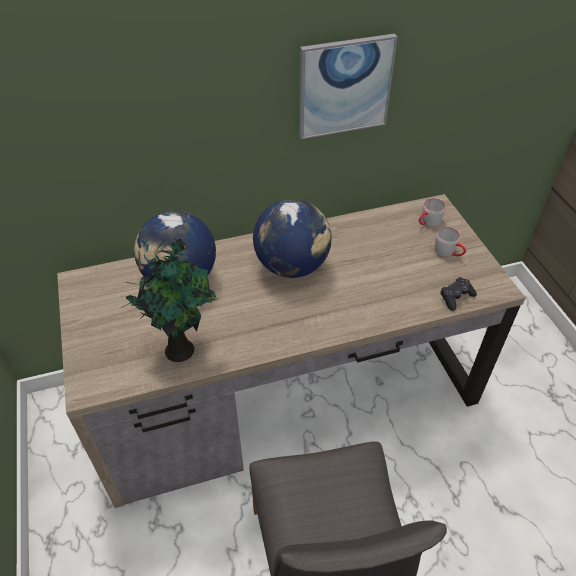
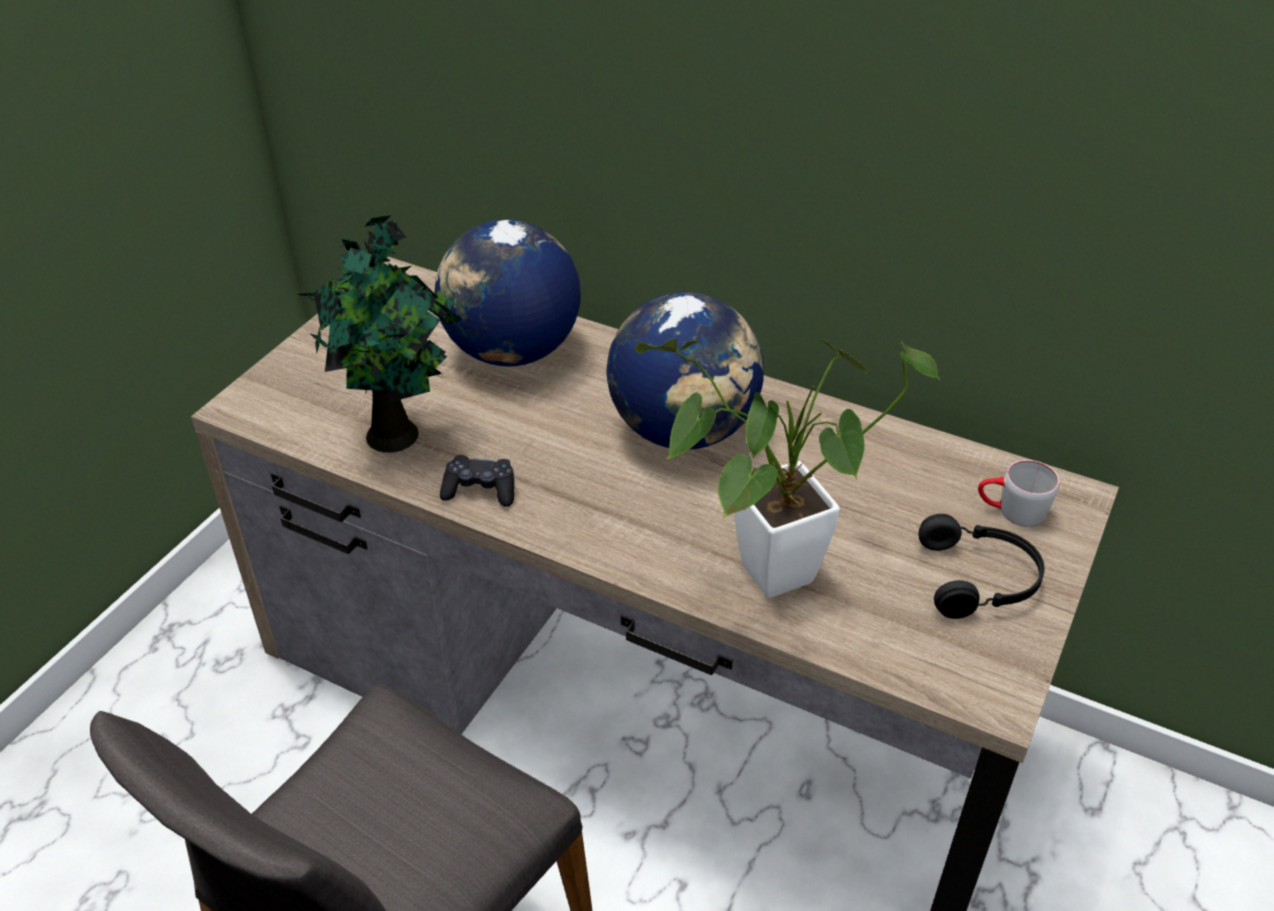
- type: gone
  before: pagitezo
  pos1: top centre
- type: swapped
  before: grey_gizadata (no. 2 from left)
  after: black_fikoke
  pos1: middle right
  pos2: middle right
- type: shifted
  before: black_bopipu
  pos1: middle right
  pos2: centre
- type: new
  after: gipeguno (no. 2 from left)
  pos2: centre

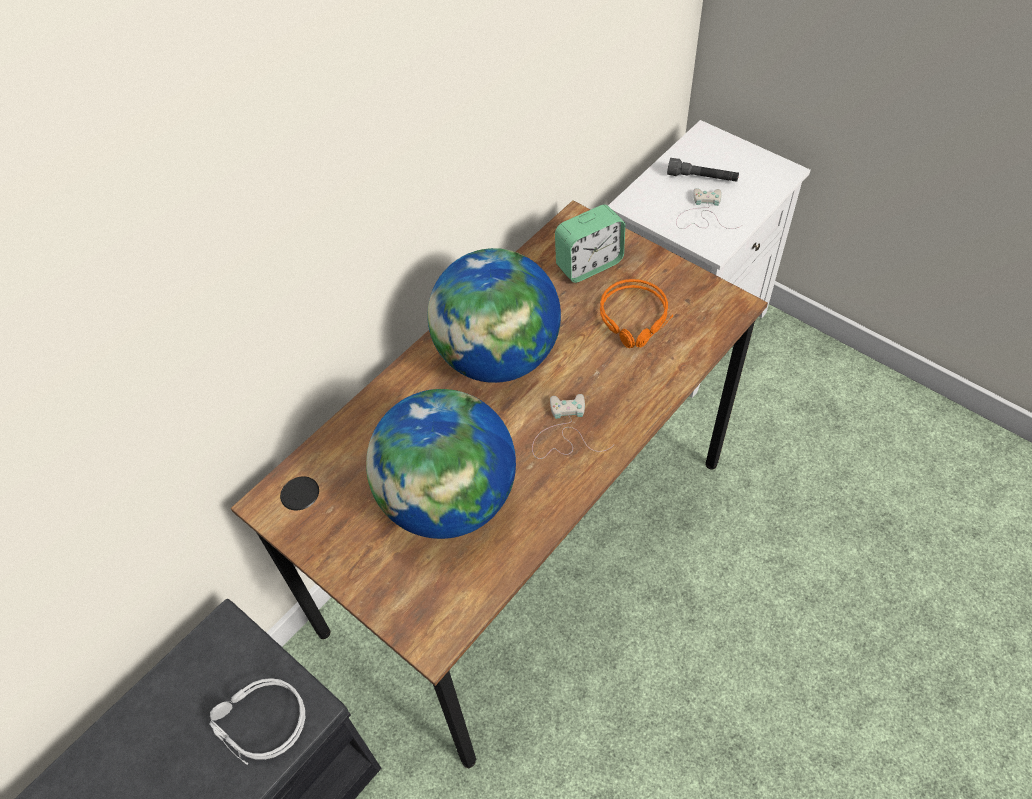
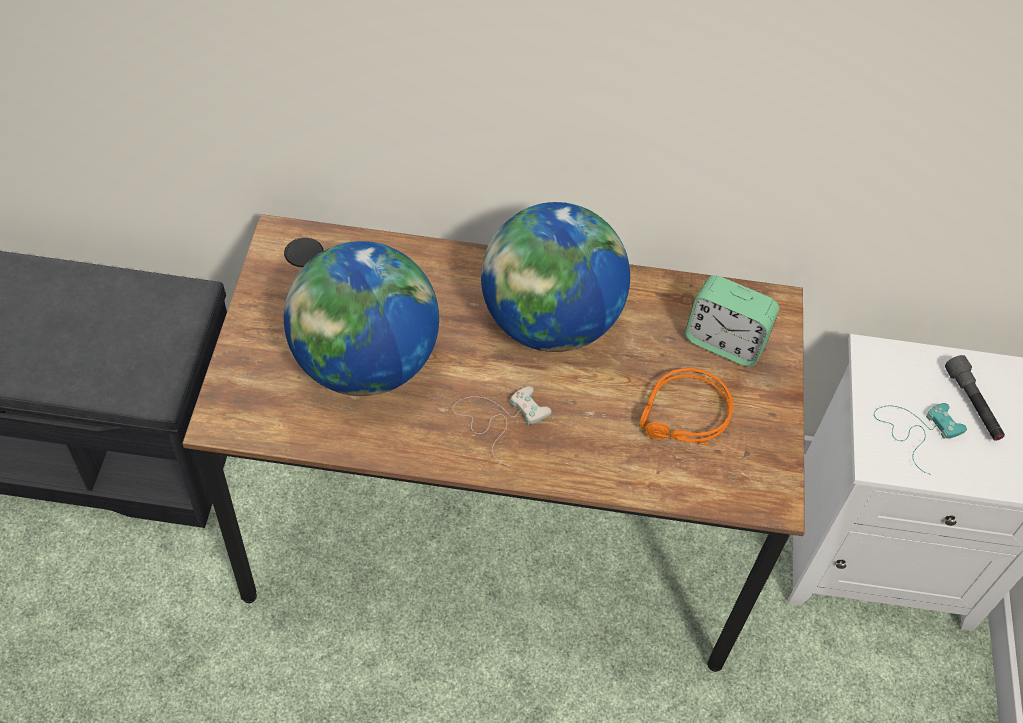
- type: gone
  before: grey_fikoke
  pos1: bottom left
- type: repainted
  before: white_bopipu (no. 2 from left)
  after: turquoise_bopipu
  pos1: top right
  pos2: middle right

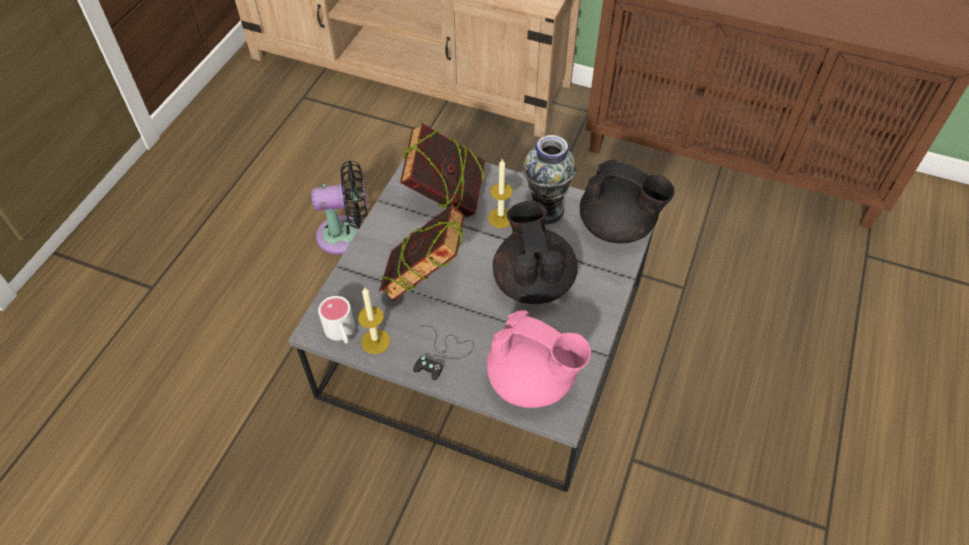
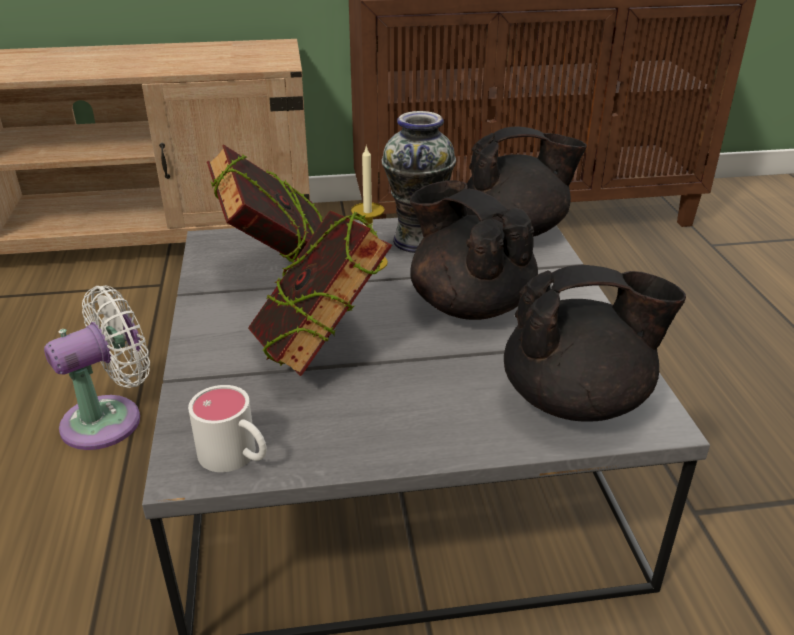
- type: repainted
  before: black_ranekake
  after: white_ranekake
  pos1: centre
  pos2: middle left
- type: gone
  before: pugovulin (no. 1 from left)
  pos1: centre
- type: gone
  before: black_bopipu
  pos1: centre
- type: repainted
  before: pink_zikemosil
  after: black_zikemosil (no. 3 from left)
  pos1: centre
  pos2: middle right

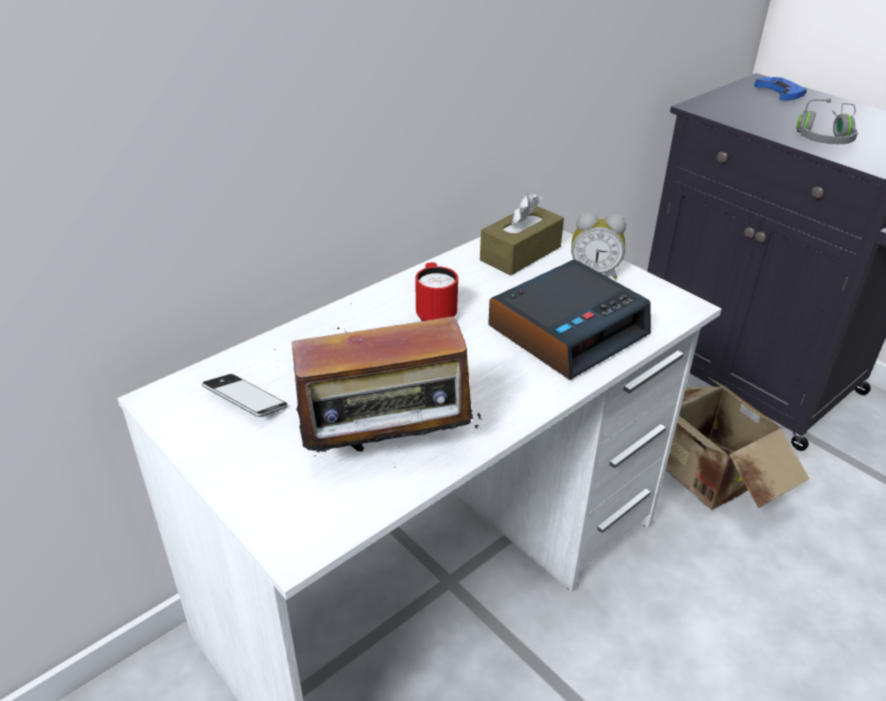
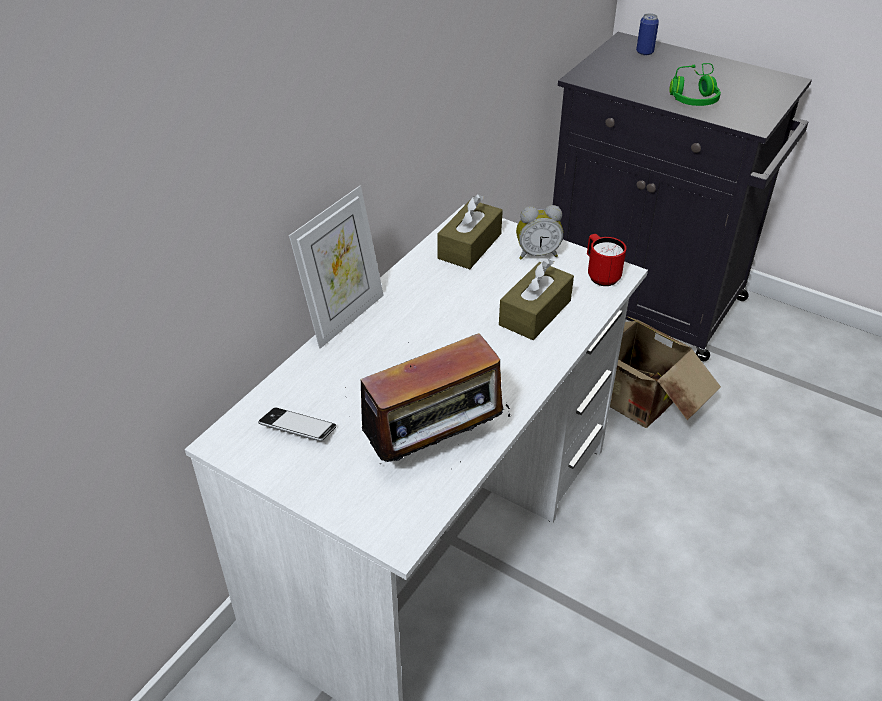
- type: shifted
  before: red_gizadata
  pos1: centre
  pos2: middle right
- type: swapped
  before: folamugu (no. 1 from left)
  after: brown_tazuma (no. 2 from left)
  pos1: centre
  pos2: centre
- type: swapped
  before: blue_bopipu
  after: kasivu
  pos1: top right
  pos2: top right
- type: repainted
  before: grey_fikoke
  after: green_fikoke
  pos1: top right
  pos2: top right
- type: new
  after: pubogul
  pos2: centre

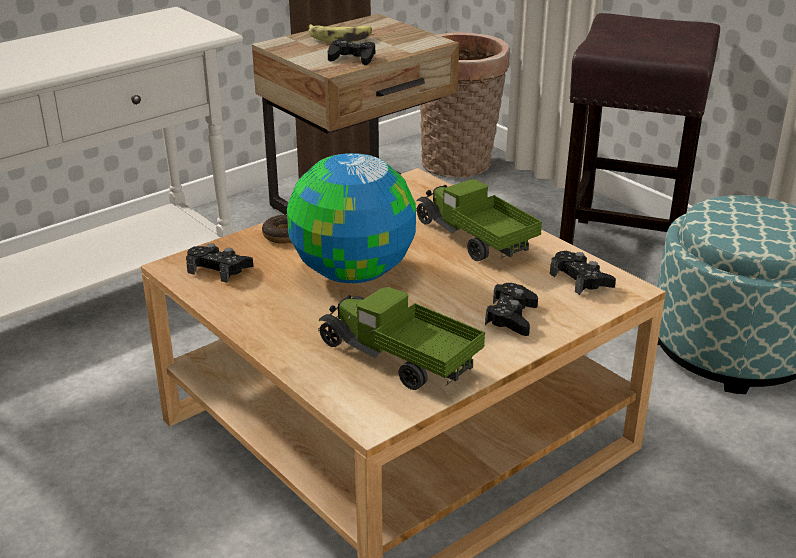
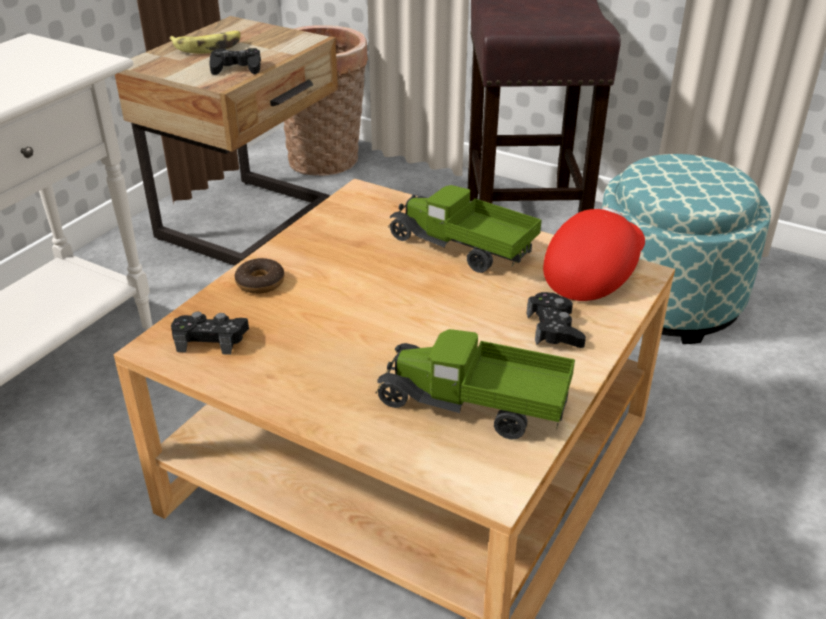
- type: gone
  before: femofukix
  pos1: centre
- type: swapped
  before: black_bopipu (no. 4 from left)
  after: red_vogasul
  pos1: middle right
  pos2: middle right

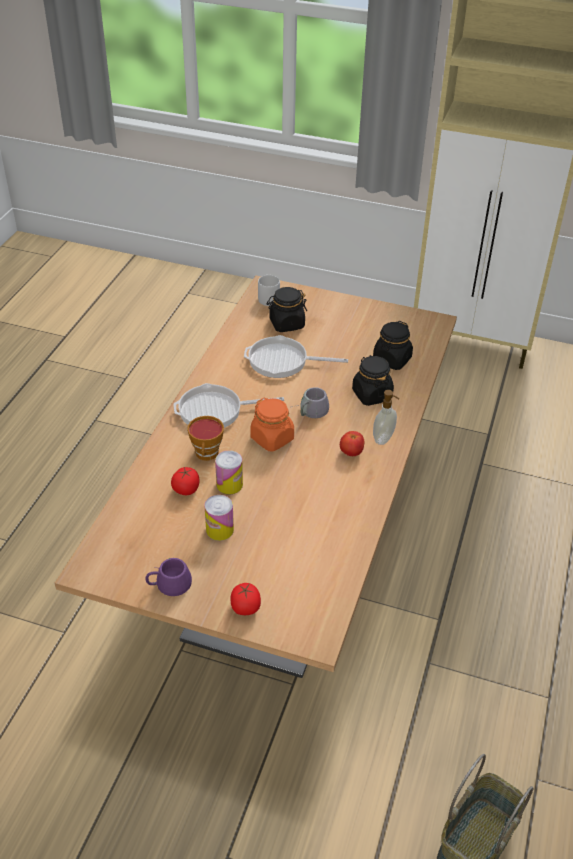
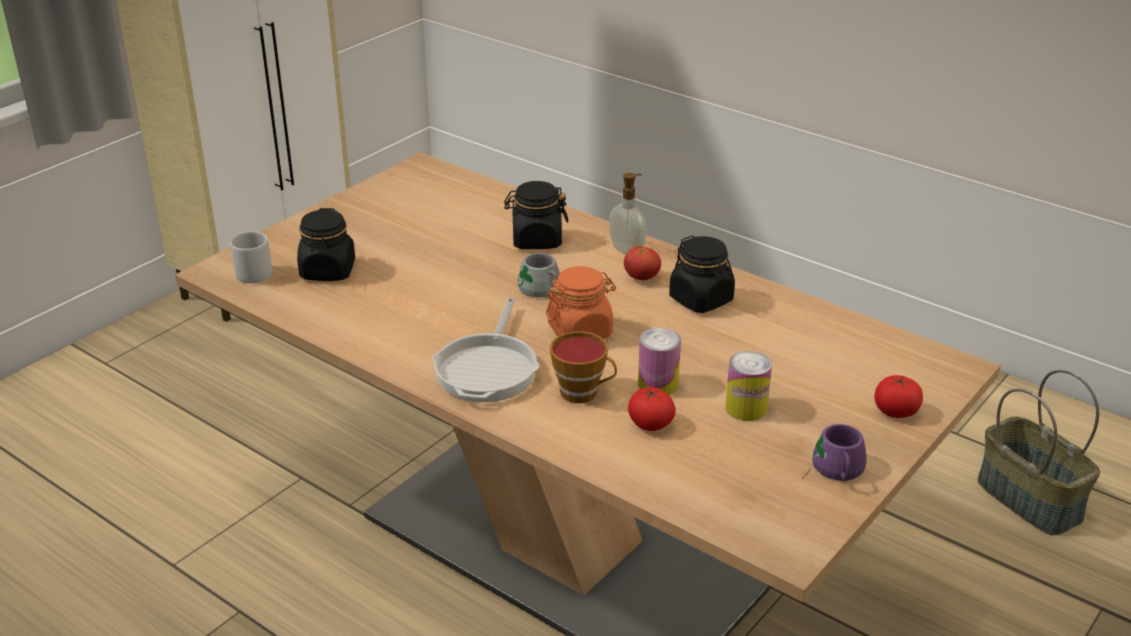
- type: gone
  before: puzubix (no. 2 from left)
  pos1: centre
- type: shifted
  before: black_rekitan (no. 3 from left)
  pos1: middle right
  pos2: centre

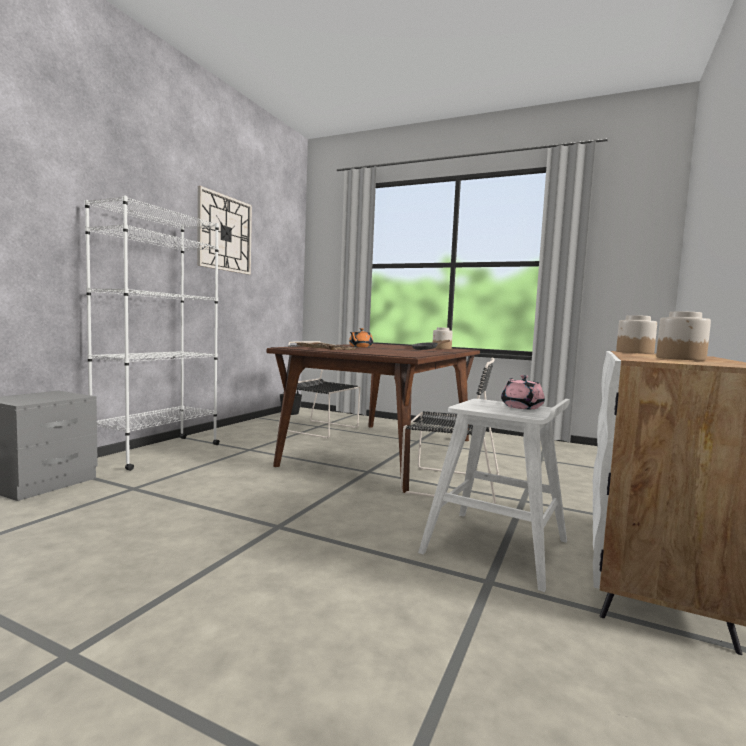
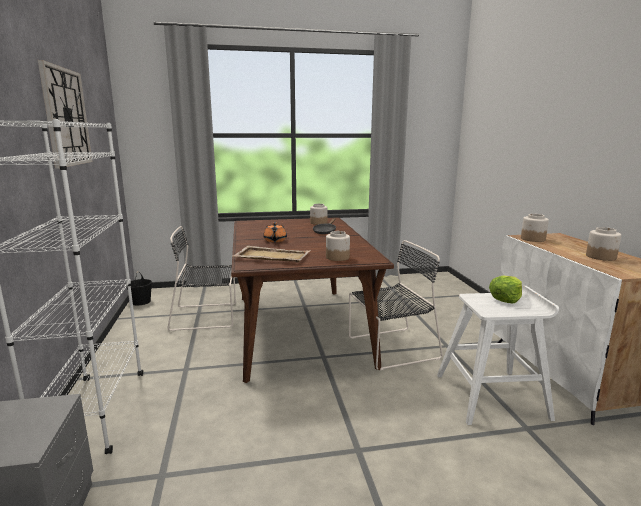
- type: swapped
  before: pink_zikemosil
  after: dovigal
  pos1: middle right
  pos2: middle right
- type: new
  after: rekitan (no. 2 from left)
  pos2: centre

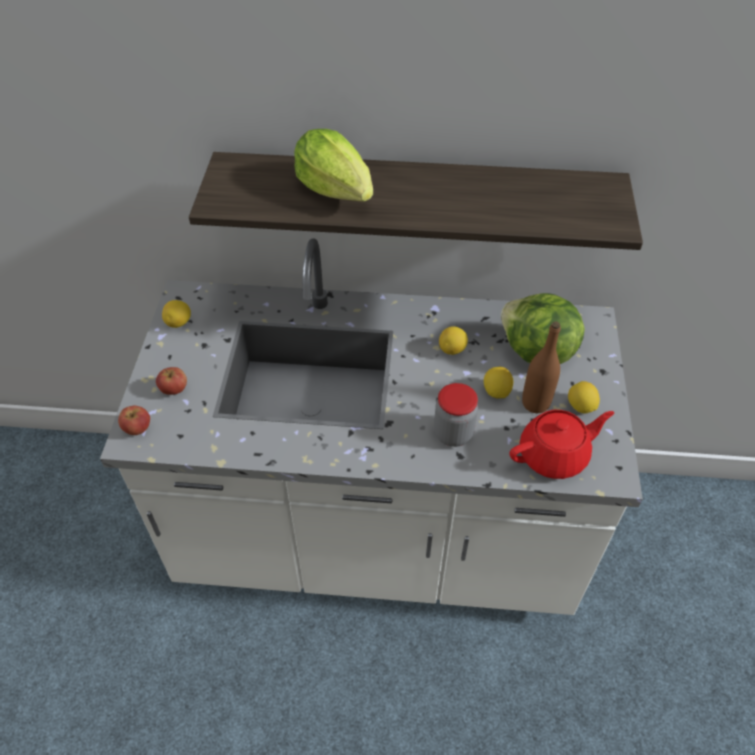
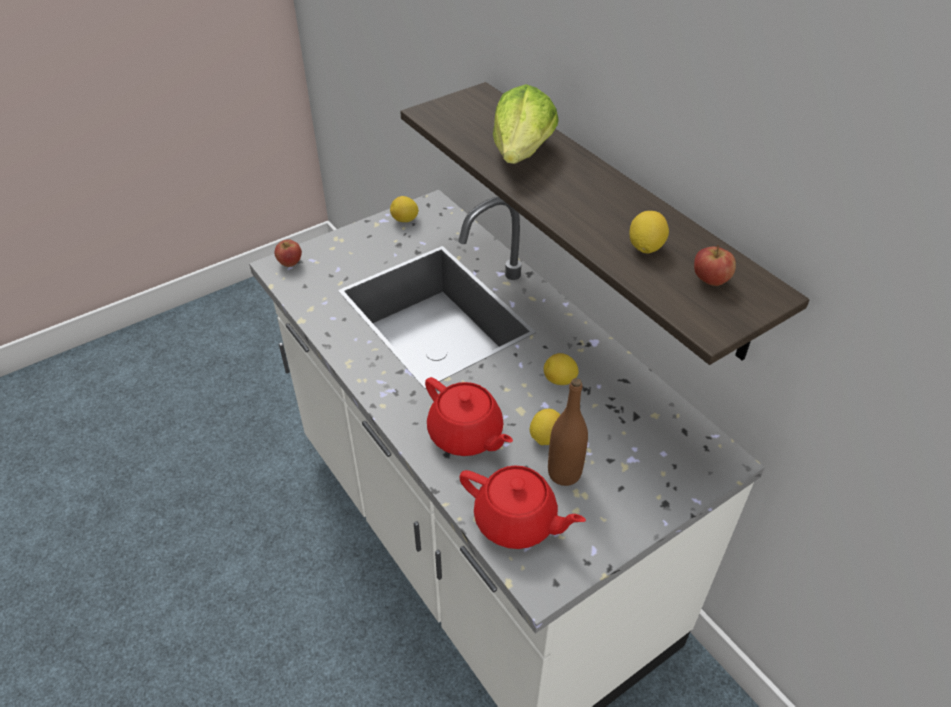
- type: shifted
  before: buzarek (no. 2 from left)
  pos1: middle left
  pos2: middle right
- type: swapped
  before: rekitan
  after: red_zikemosil (no. 1 from left)
  pos1: centre
  pos2: centre
- type: gone
  before: dovigal (no. 2 from left)
  pos1: middle right
- type: shifted
  before: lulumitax (no. 4 from left)
  pos1: middle right
  pos2: top right

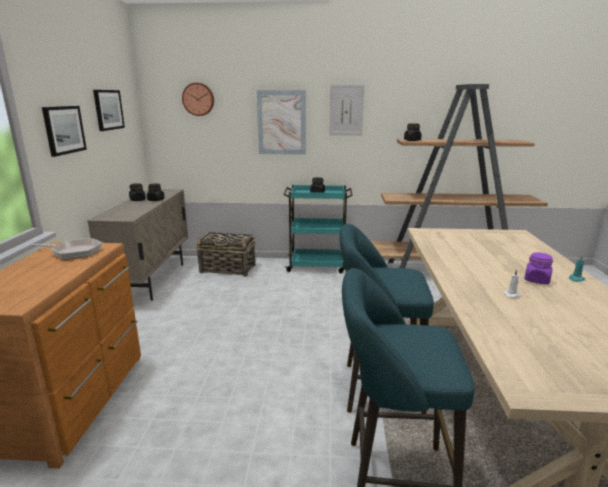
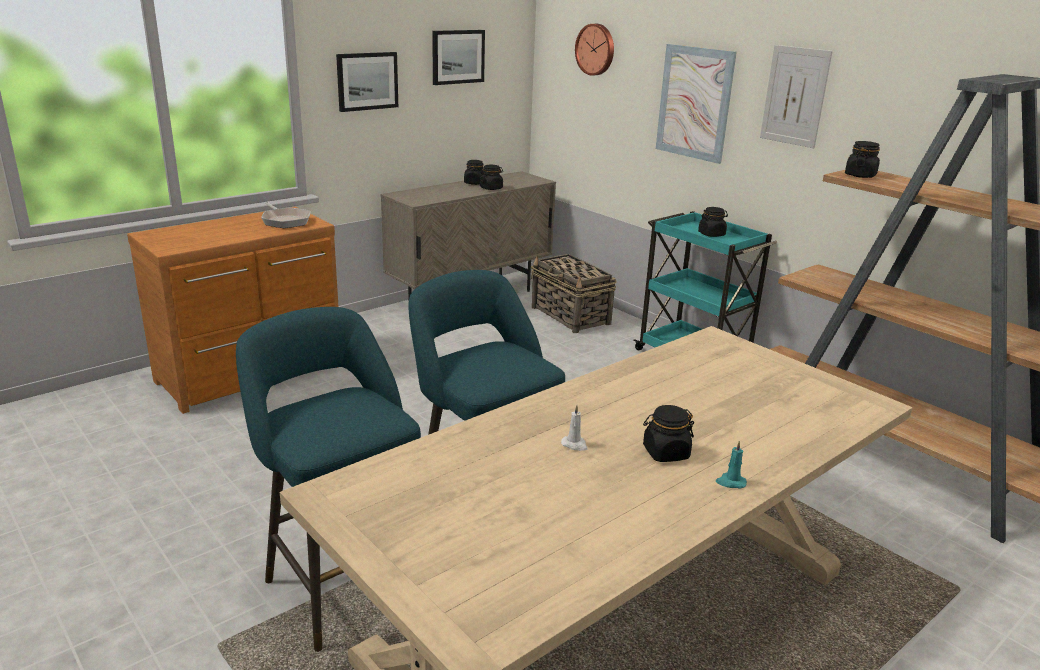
- type: repainted
  before: purple_rekitan
  after: black_rekitan (no. 3 from left)
  pos1: middle right
  pos2: centre

